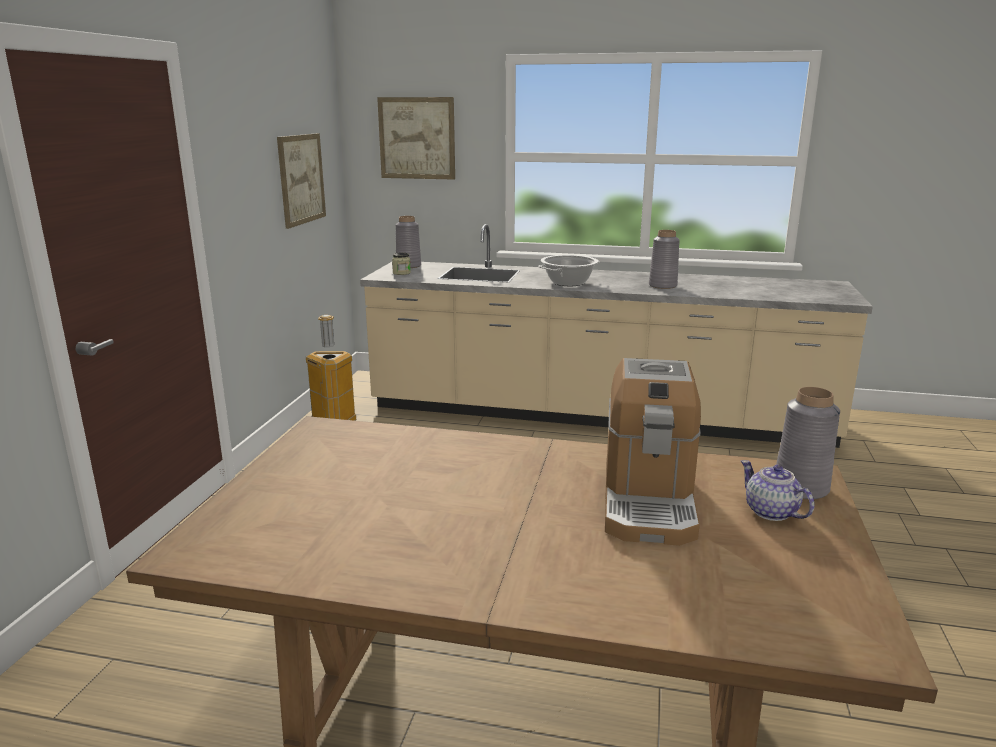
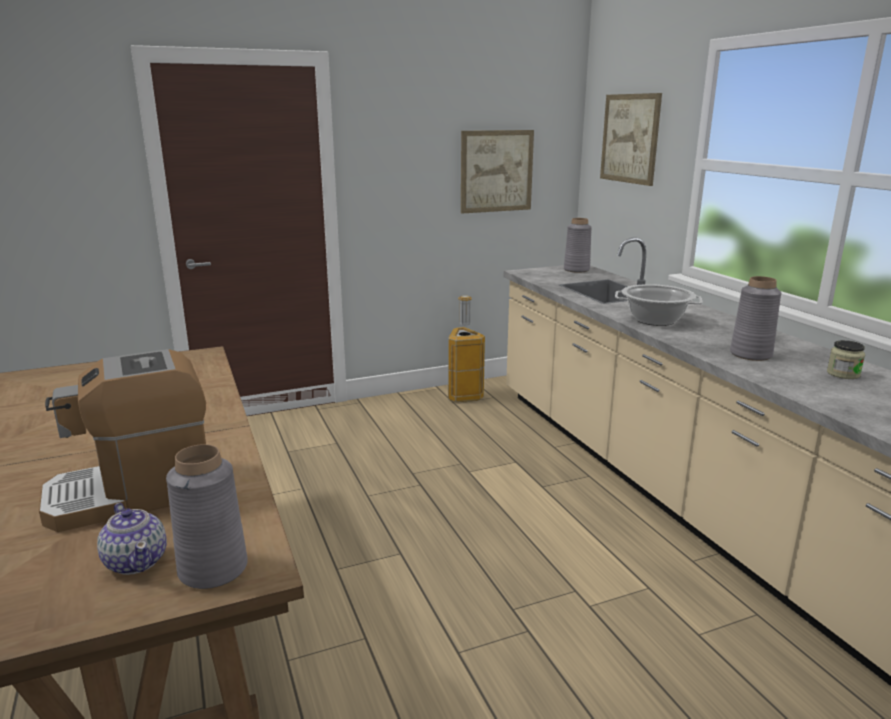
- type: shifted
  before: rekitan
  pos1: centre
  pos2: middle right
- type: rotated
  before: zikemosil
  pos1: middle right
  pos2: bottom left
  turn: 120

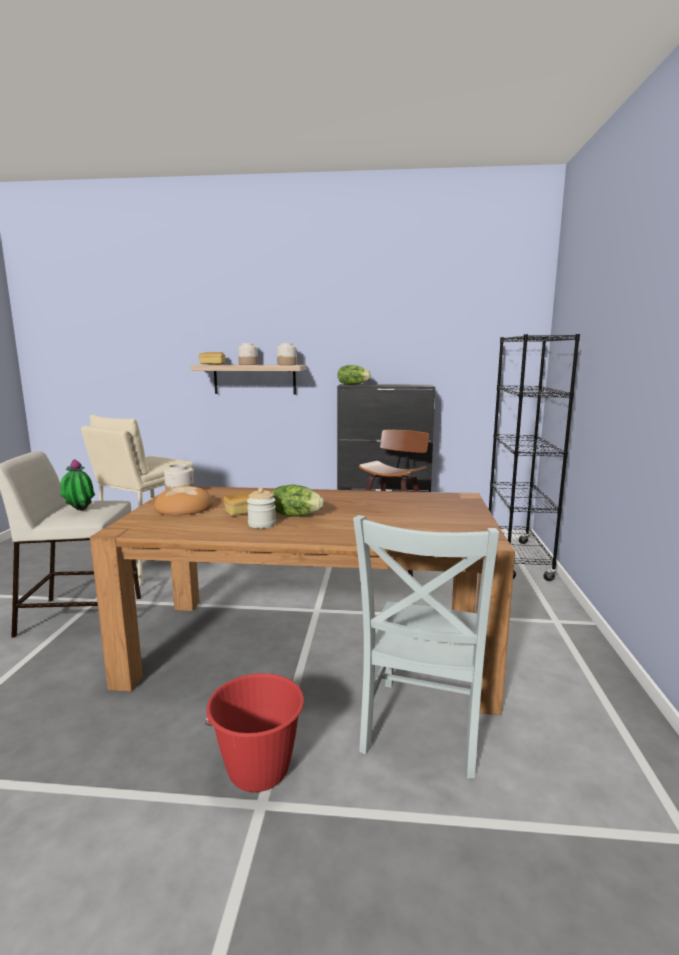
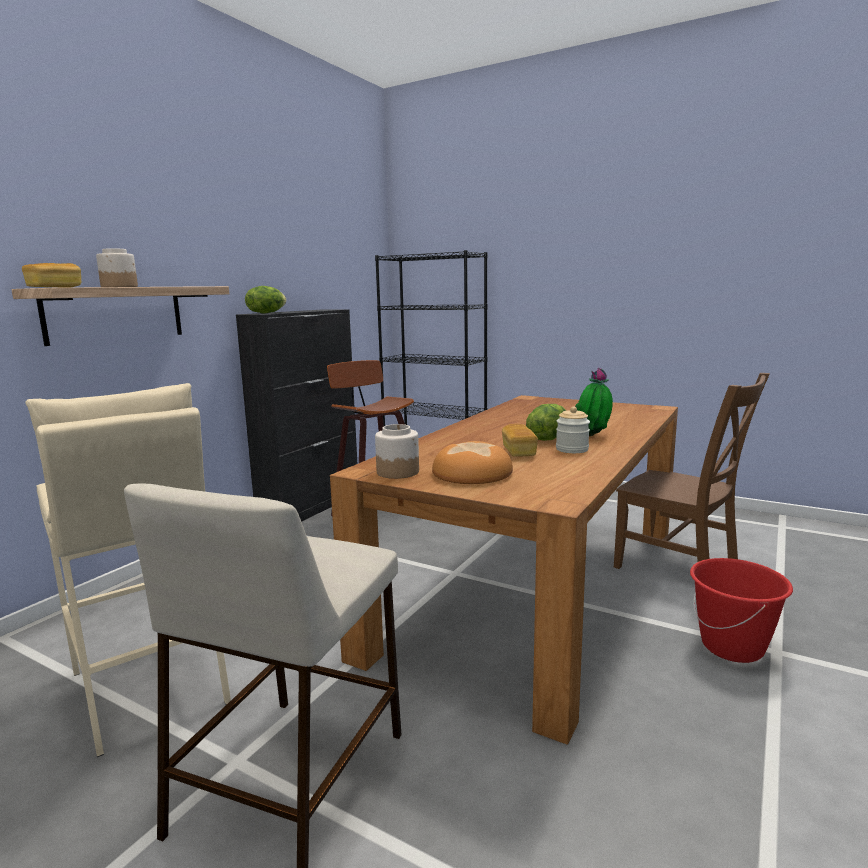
- type: shifted
  before: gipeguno
  pos1: middle left
  pos2: middle right
- type: gone
  before: rekitan (no. 4 from left)
  pos1: centre
- type: repainted
  before: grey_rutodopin
  after: brown_rutodopin
  pos1: bottom centre
  pos2: middle right

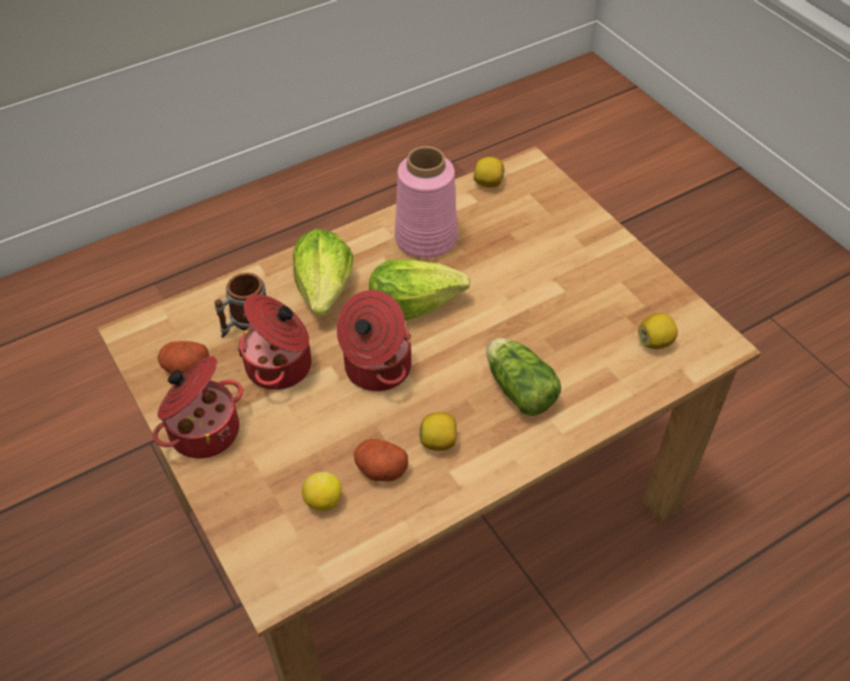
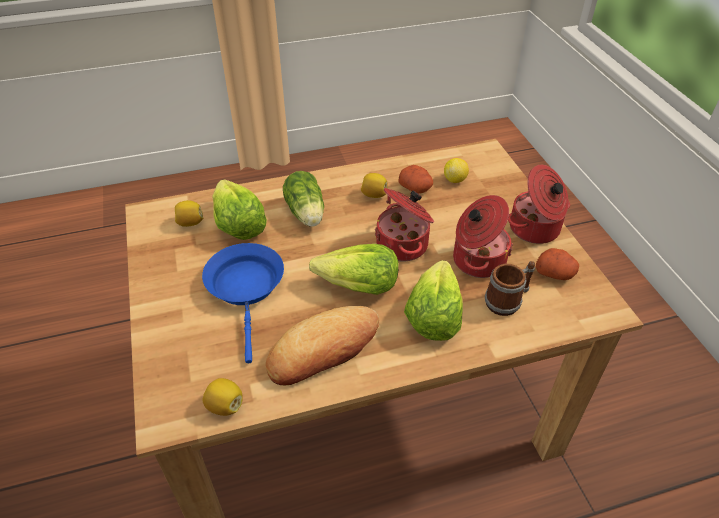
- type: swapped
  before: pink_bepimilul
  after: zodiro
  pos1: top centre
  pos2: bottom centre
- type: new
  after: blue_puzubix
  pos2: centre
- type: new
  after: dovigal (no. 1 from left)
  pos2: middle left

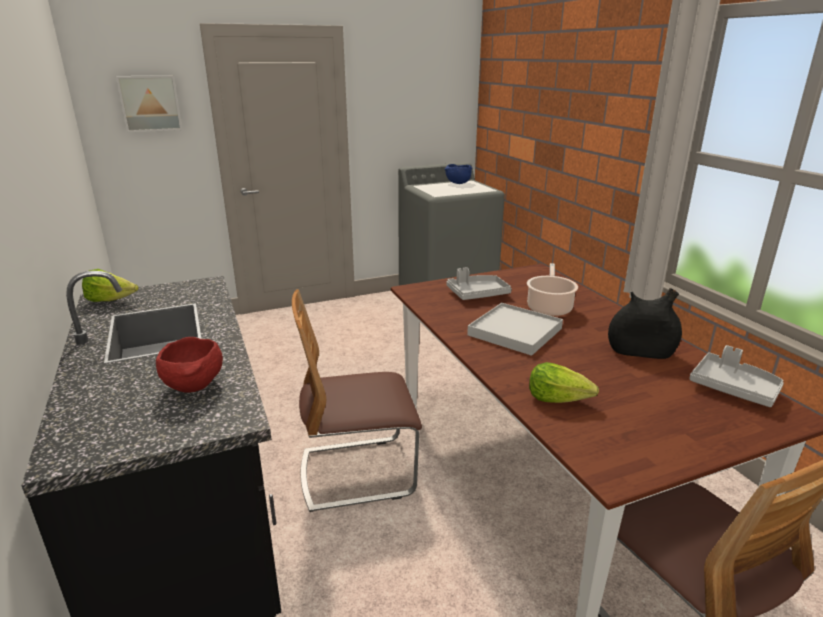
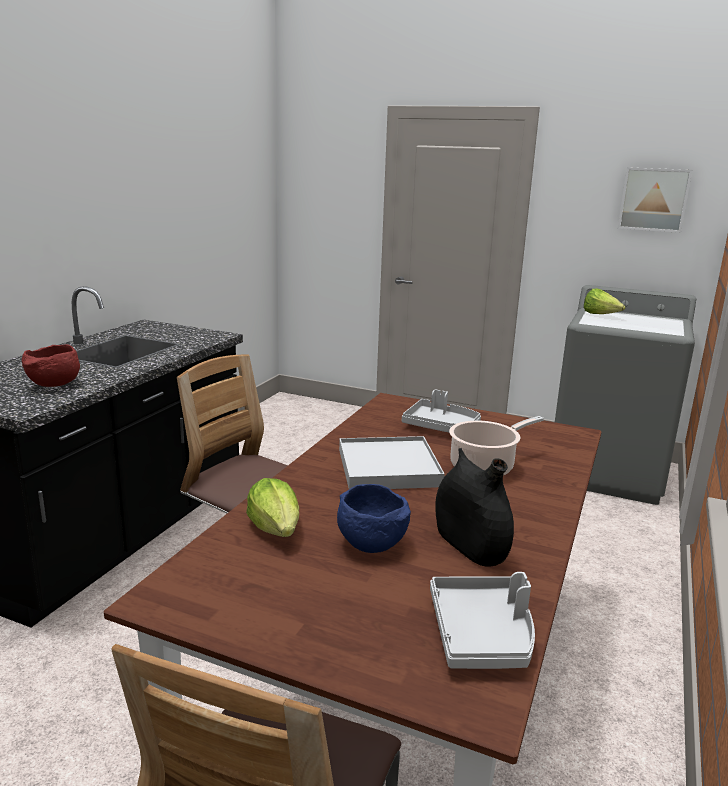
- type: shifted
  before: dovigal (no. 1 from left in the first image)
  after: dovigal (no. 2 from left)
  pos1: middle left
  pos2: middle right
- type: shifted
  before: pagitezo
  pos1: top left
  pos2: top right
- type: shifted
  before: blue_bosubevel
  pos1: top centre
  pos2: centre

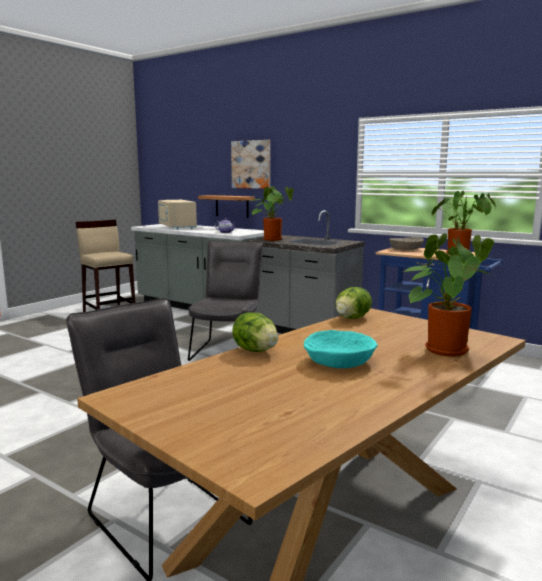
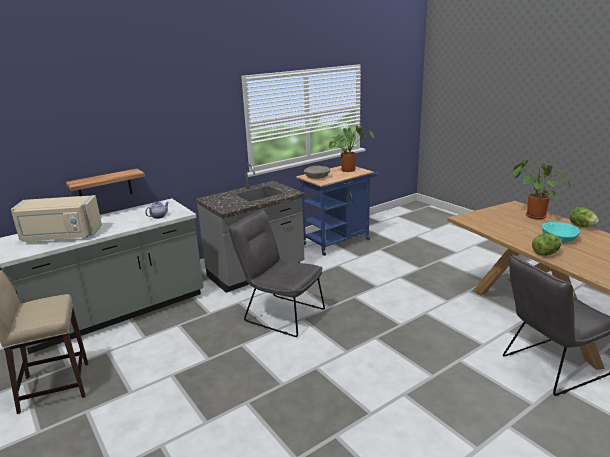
- type: gone
  before: pagitezo
  pos1: top centre
- type: gone
  before: gipeguno (no. 1 from left)
  pos1: centre
- type: shifted
  before: dovigal (no. 2 from left)
  pos1: centre
  pos2: middle right

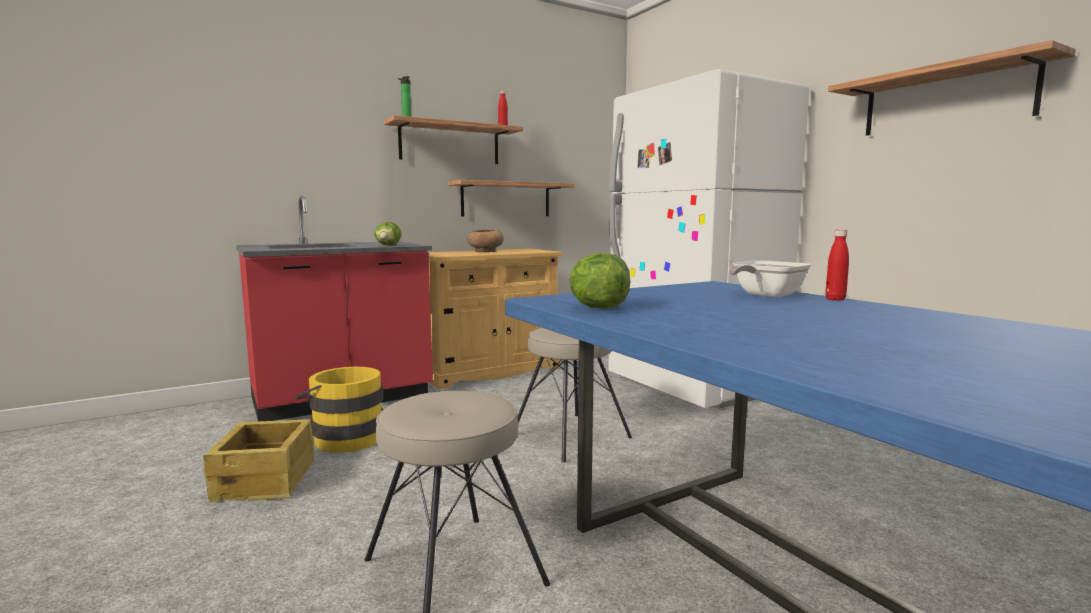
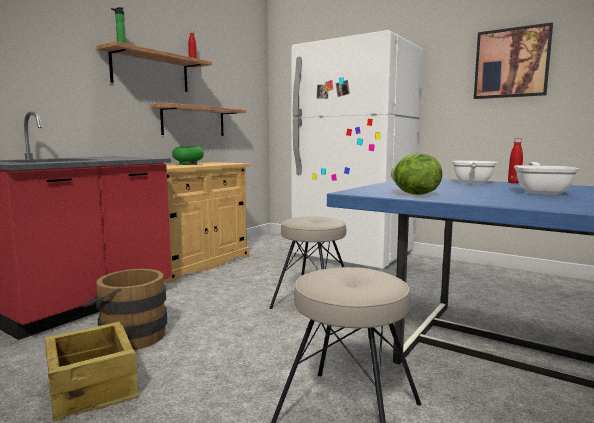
- type: repainted
  before: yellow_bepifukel
  after: brown_bepifukel
  pos1: bottom left
  pos2: bottom left
- type: gone
  before: dovigal (no. 1 from left)
  pos1: centre
- type: repainted
  before: brown_bosubevel
  after: green_bosubevel
  pos1: centre
  pos2: middle left
- type: swapped
  before: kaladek (no. 3 from left)
  after: pagitezo
  pos1: top right
  pos2: top right
- type: new
  after: puzubix (no. 2 from left)
  pos2: middle right

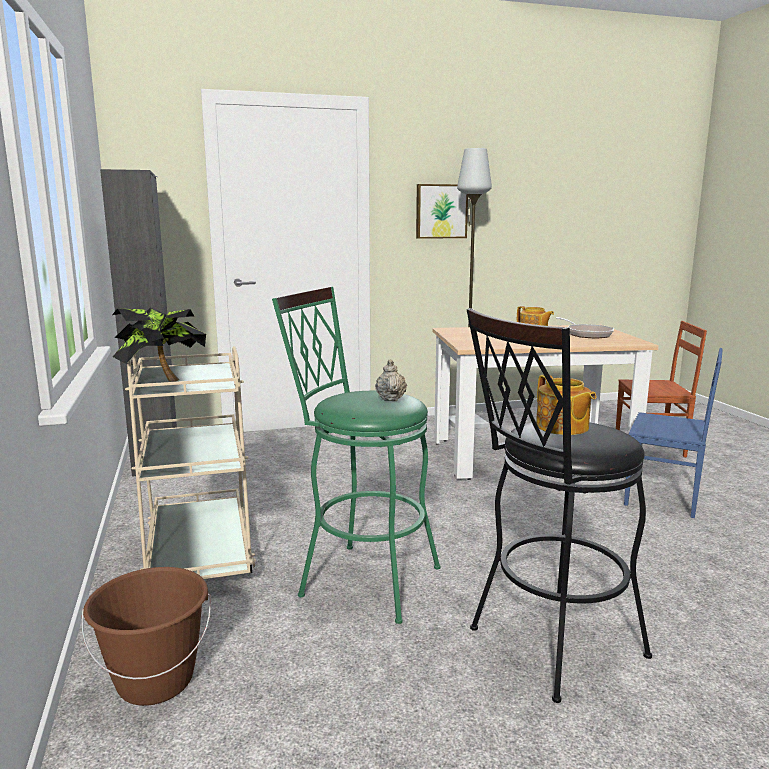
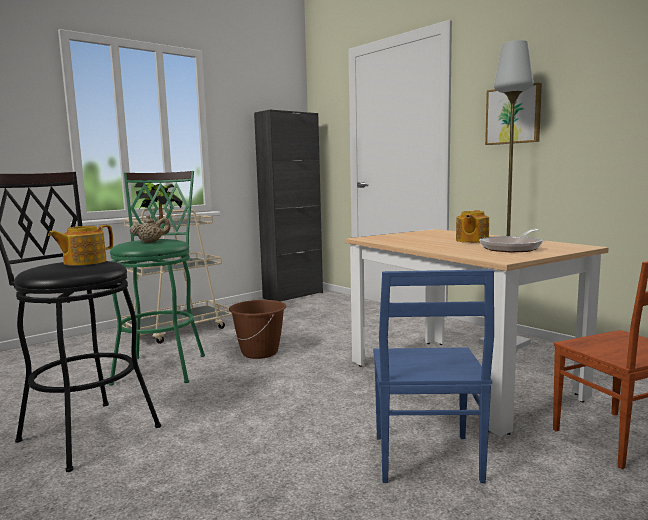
- type: shifted
  before: brown_bepifukel
  pos1: bottom left
  pos2: centre

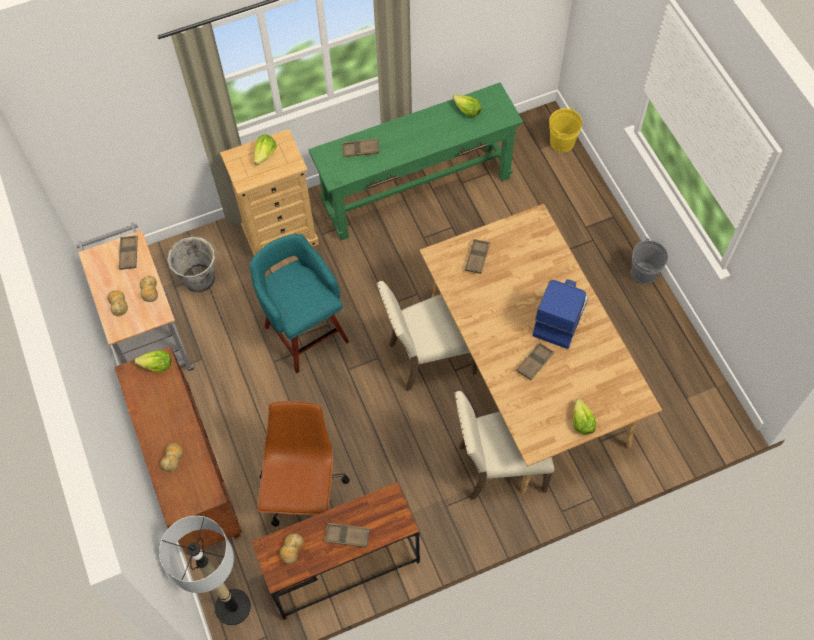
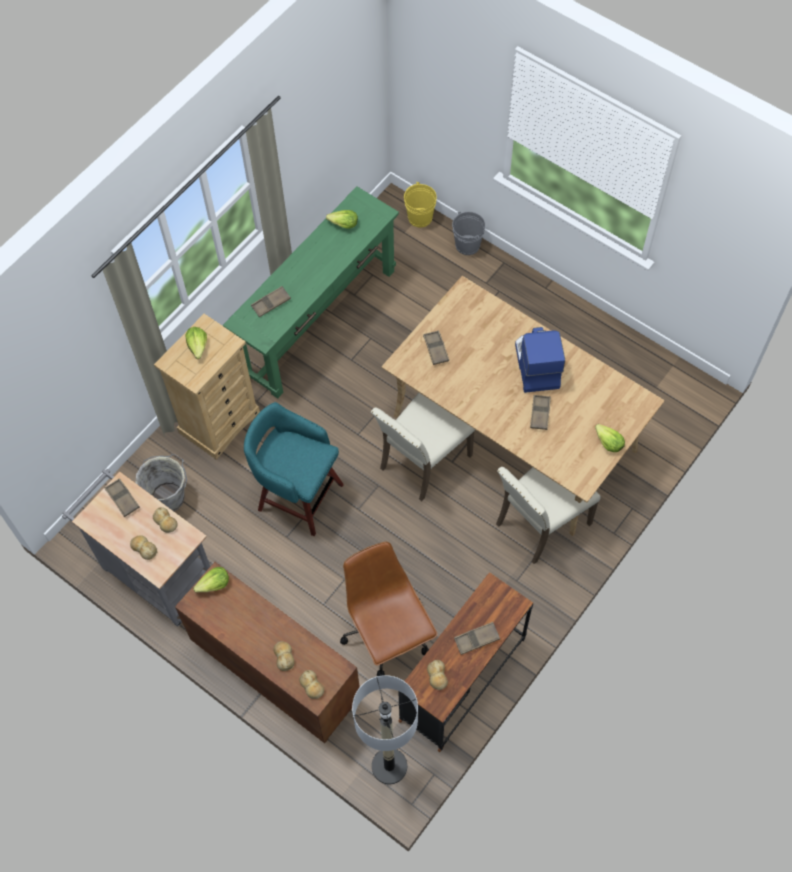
- type: shifted
  before: grey_bepifukel (no. 2 from left)
  pos1: middle right
  pos2: top centre
- type: new
  after: zodiro (no. 4 from left)
  pos2: bottom centre

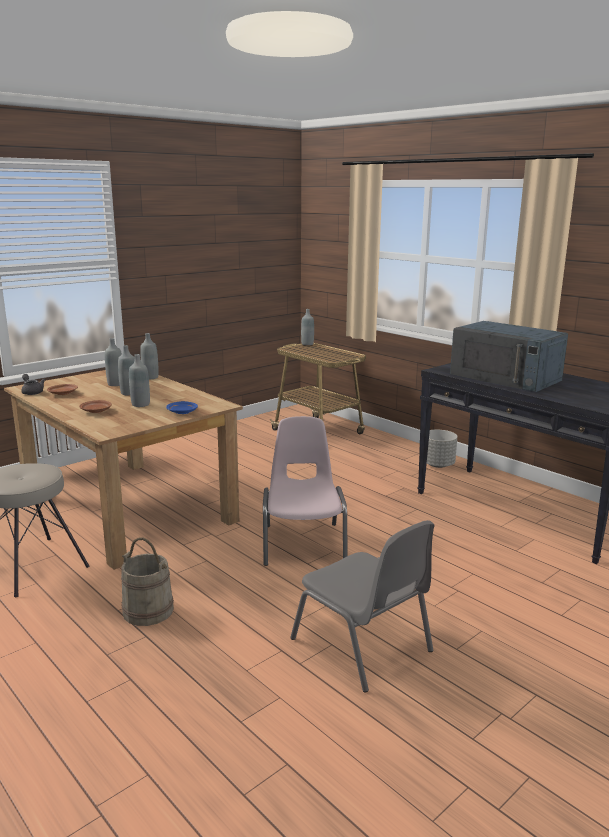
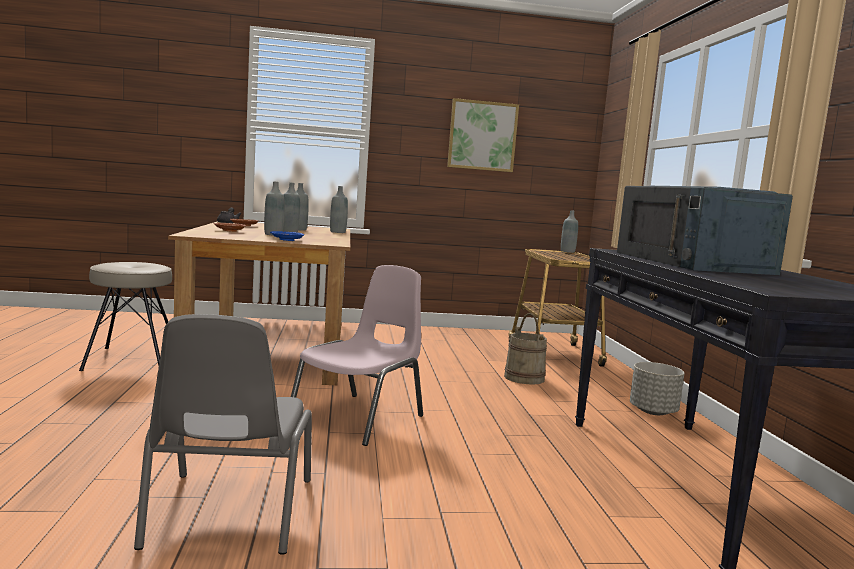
- type: shifted
  before: beige_bepifukel
  pos1: bottom left
  pos2: centre
- type: new
  after: pagitezo
  pos2: top centre

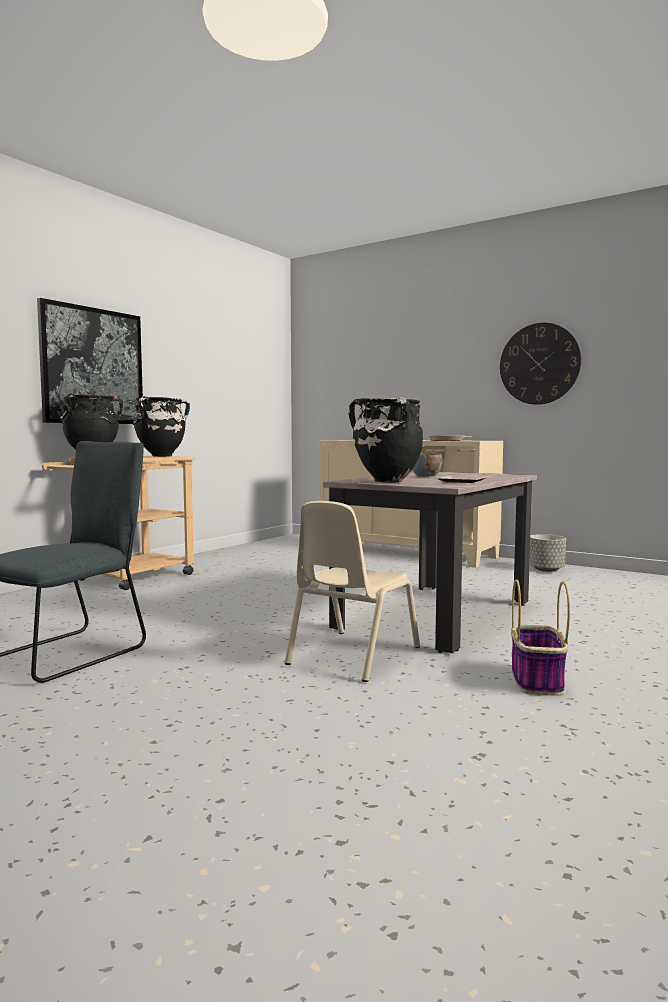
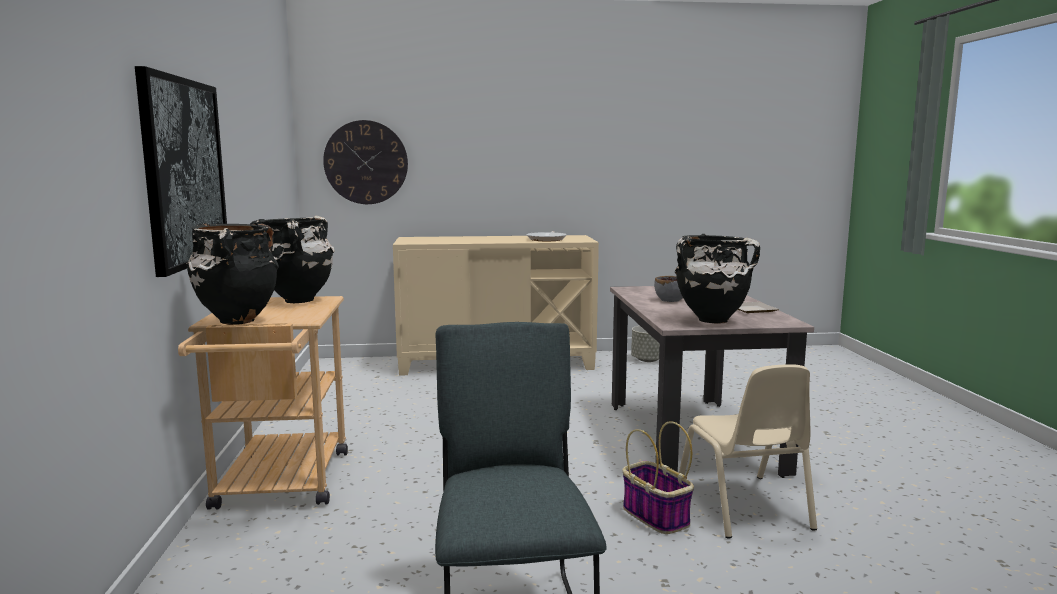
- type: shifted
  before: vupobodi
  pos1: middle right
  pos2: top centre
- type: shifted
  before: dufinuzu
  pos1: middle right
  pos2: bottom centre

